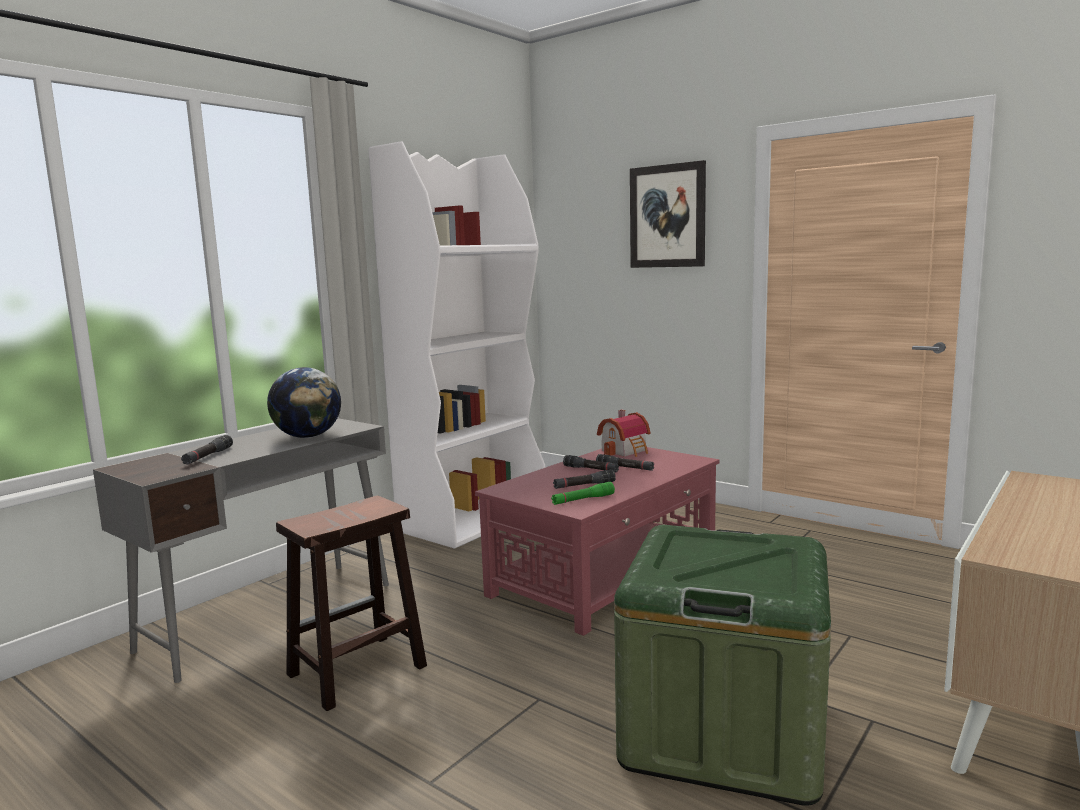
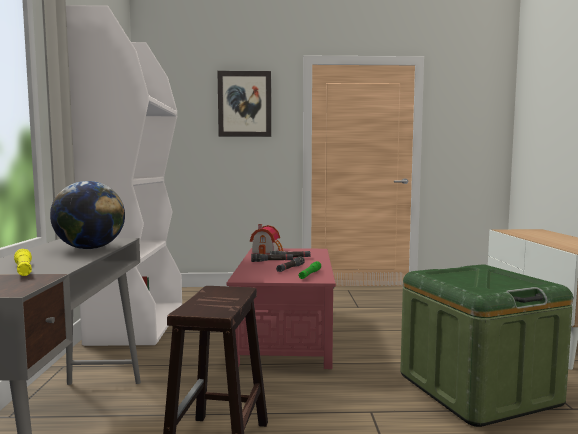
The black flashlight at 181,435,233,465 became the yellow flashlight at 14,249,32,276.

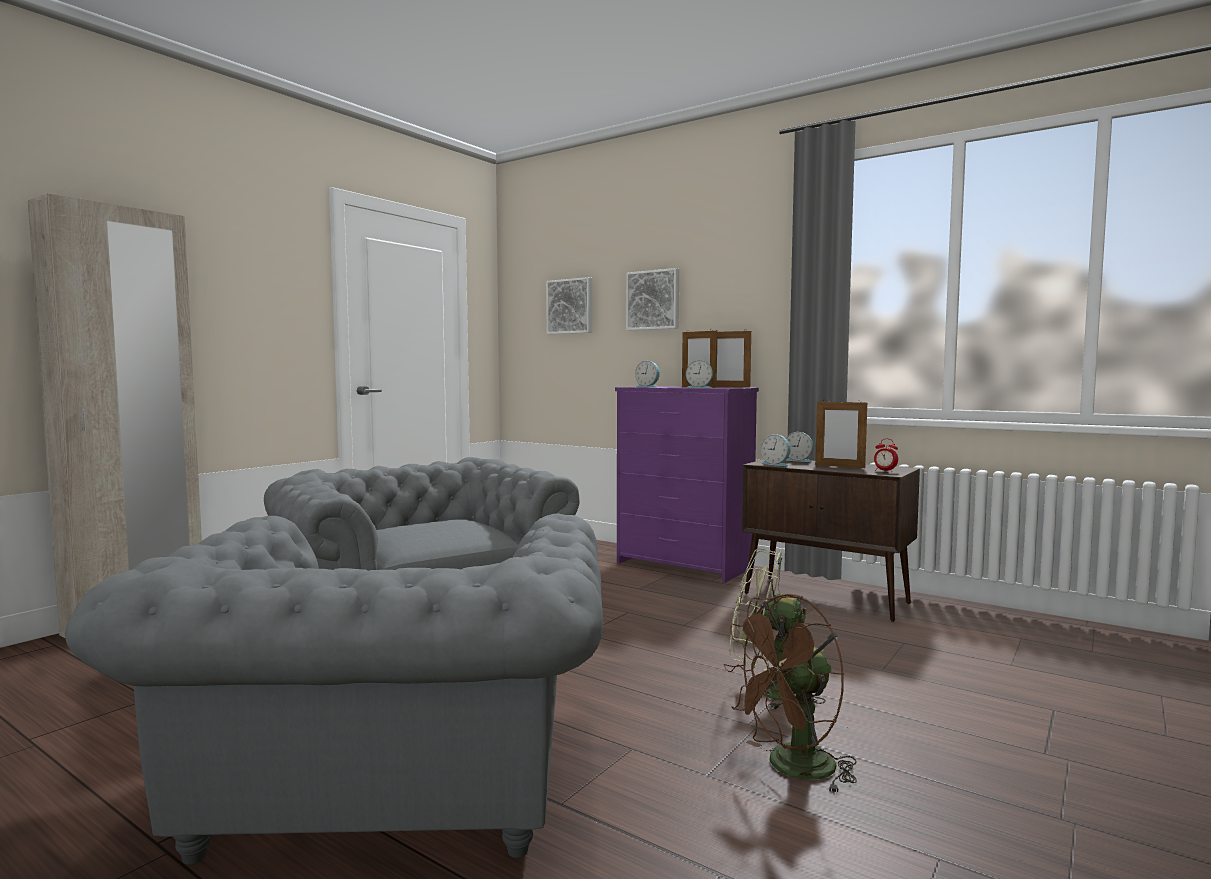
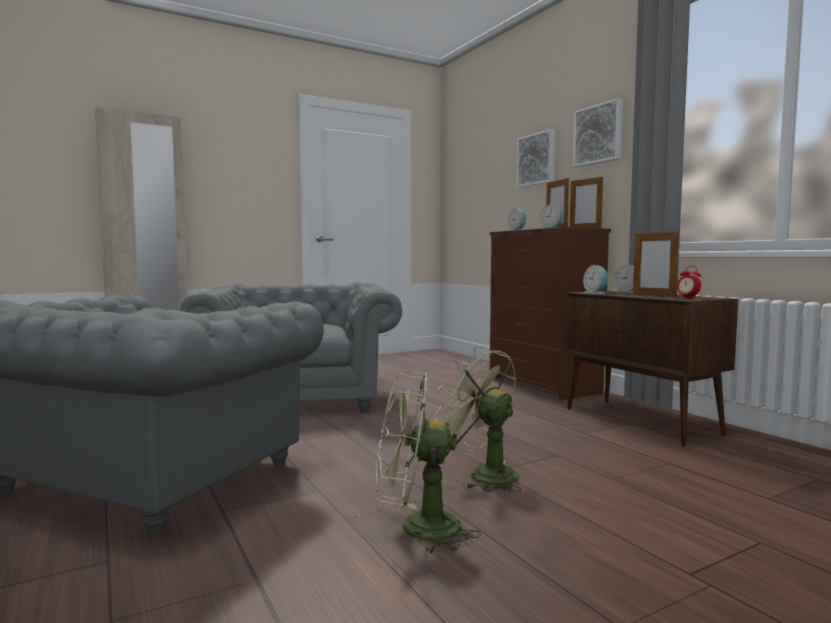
The picture moved from 546,277,592,334 to 573,98,623,167. The purple dresser at 615,386,759,583 became the brown dresser at 490,227,611,400. The brown fan at 724,594,857,795 became the green fan at 376,370,481,554.

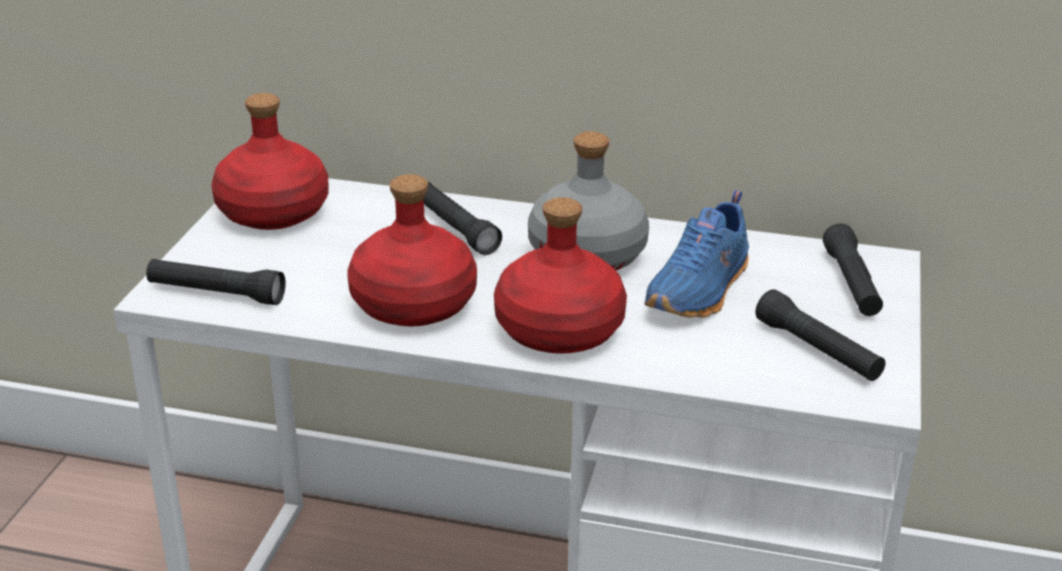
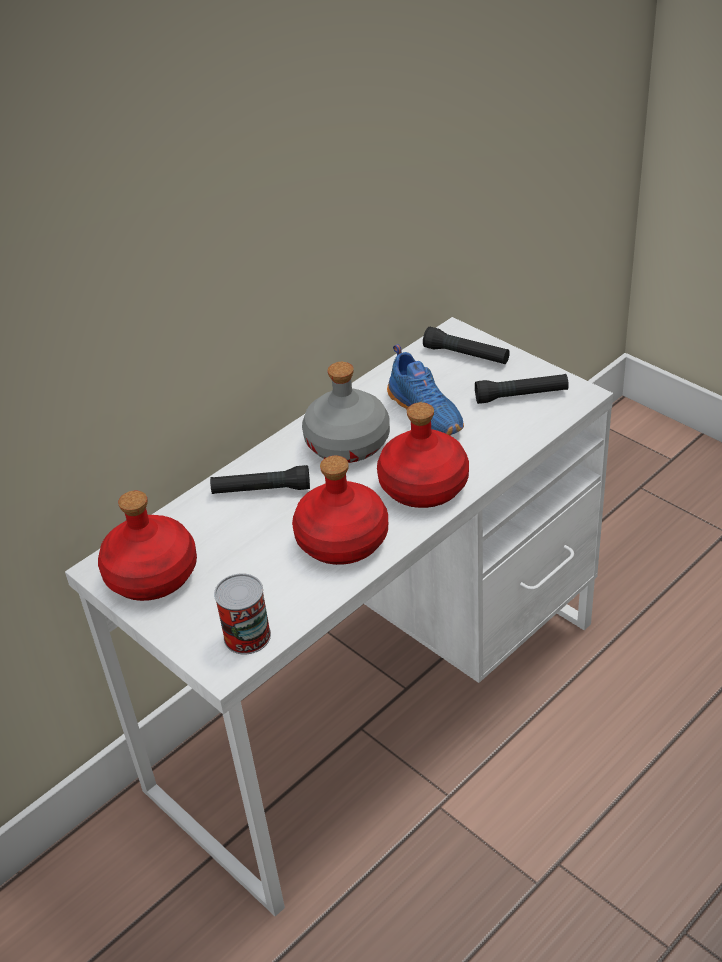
The black flashlight at 146,259,286,305 was replaced by the can at 214,573,271,655.

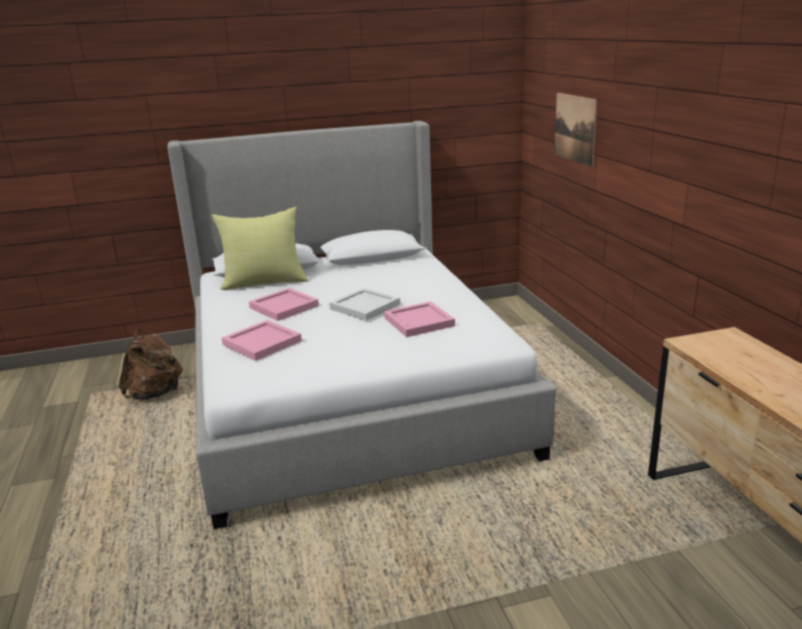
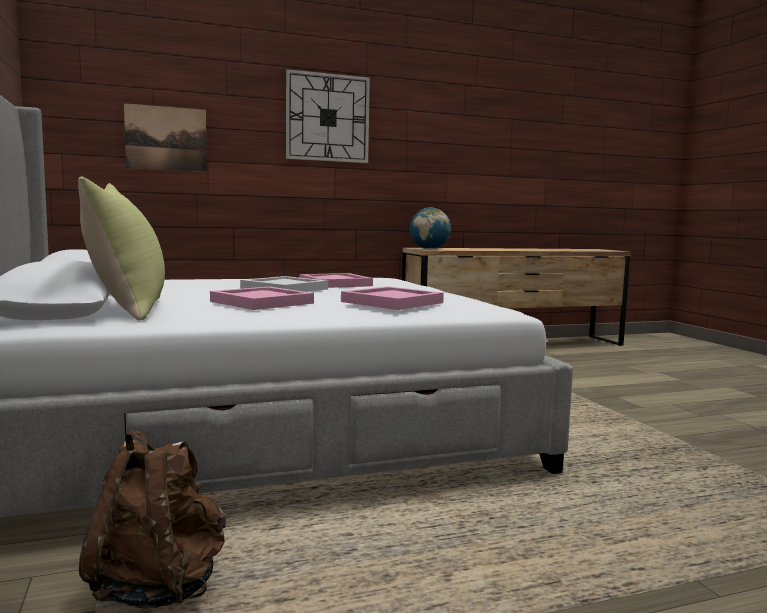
The wall clock at 286,69,370,163 appeared. The globe at 410,208,451,249 appeared.

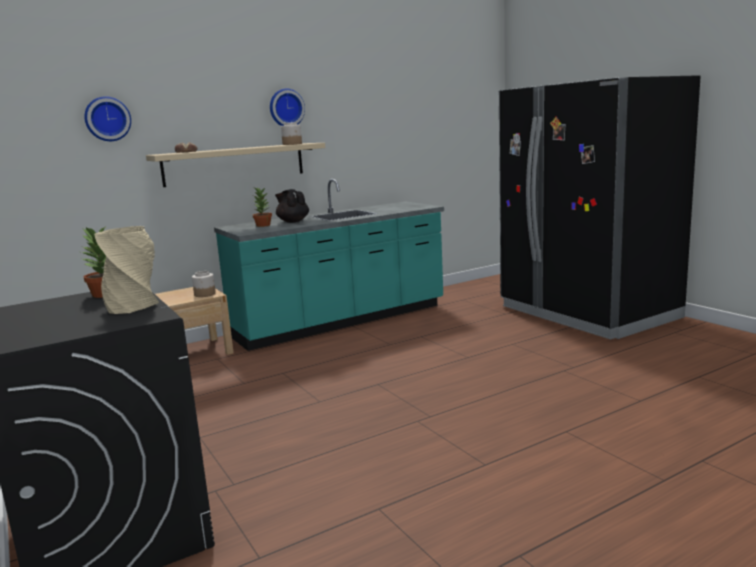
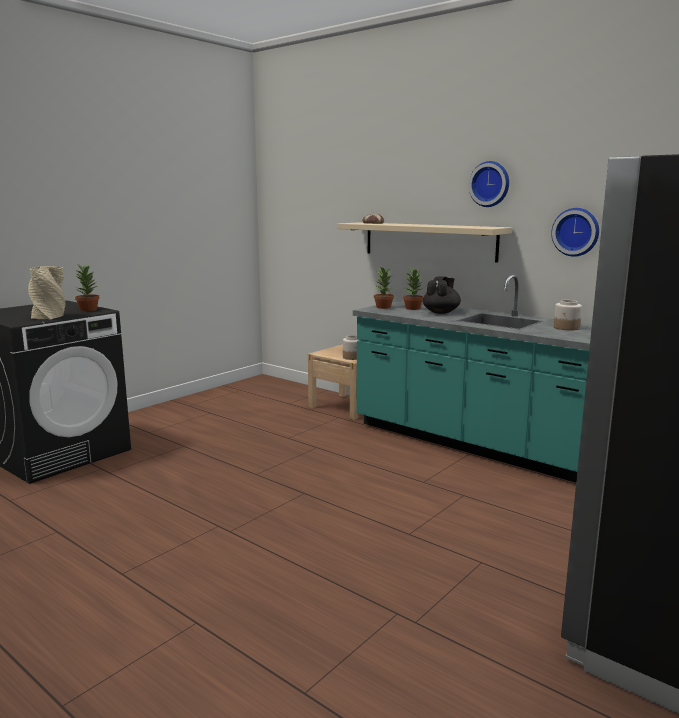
The wall clock moved from 84,96,131,141 to 551,208,599,257. The jar moved from 281,122,302,145 to 554,300,582,330. The potted plant at 374,267,394,309 appeared.

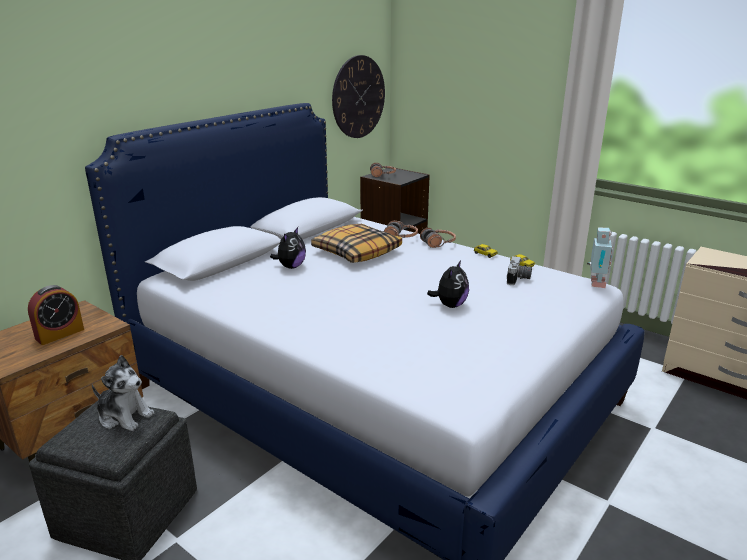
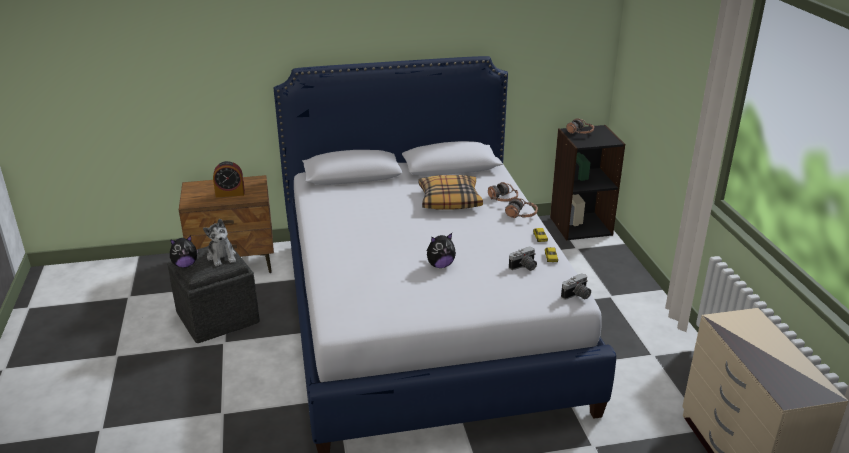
The plush toy moved from 270,227,306,269 to 170,236,198,268. The wall clock at 332,55,385,138 disappeared. The toy robot at 587,227,613,288 was replaced by the photo camera at 561,273,591,300.

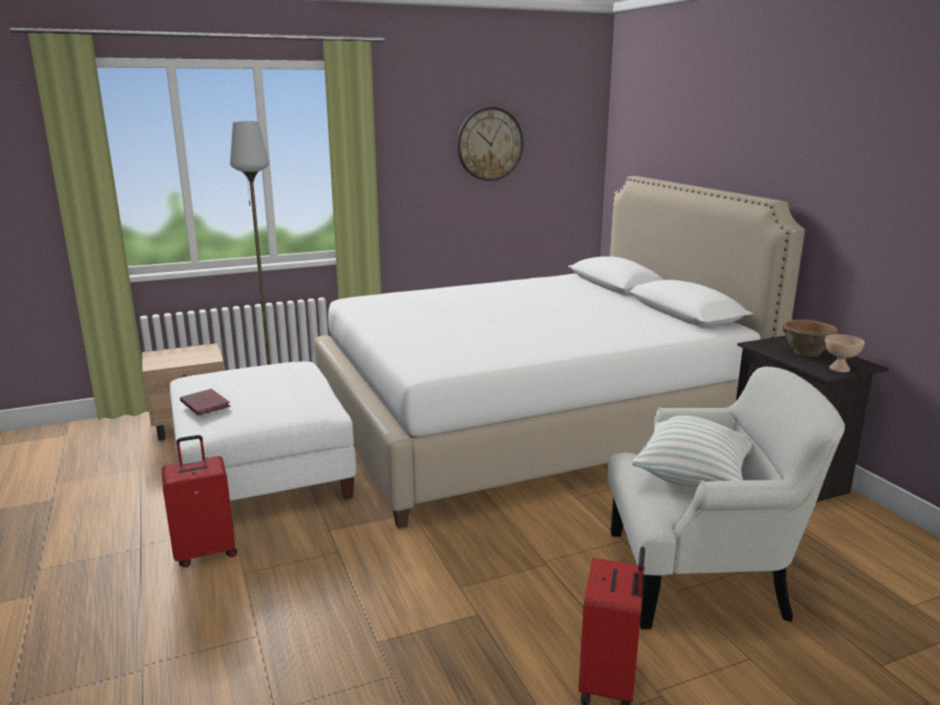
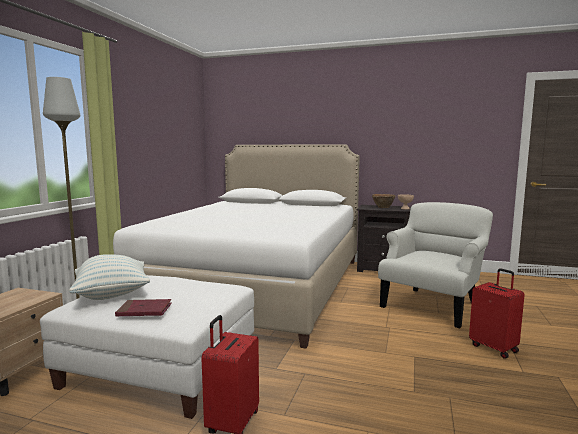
The wall clock at 457,107,523,181 disappeared. The pillow moved from 632,416,752,487 to 69,254,150,300.

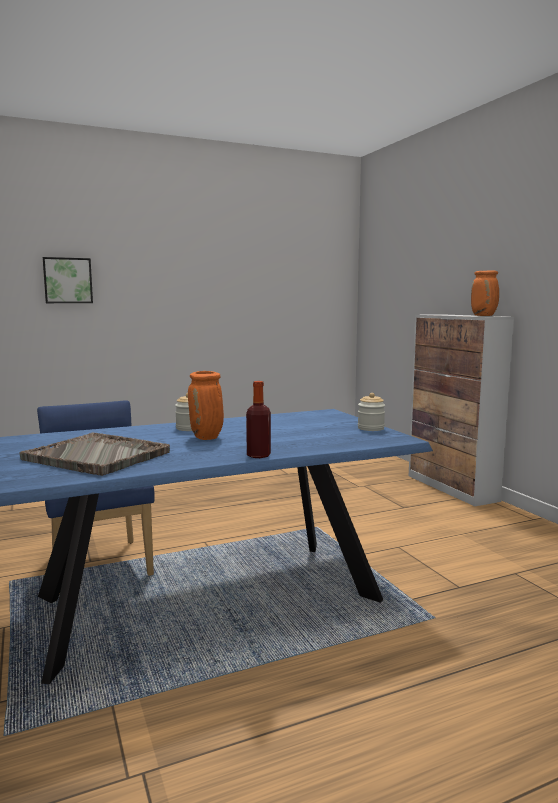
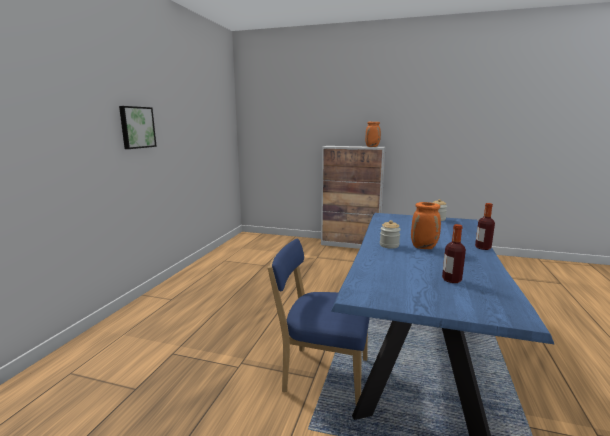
The grey tray at 19,433,170,476 was replaced by the bottle at 442,224,466,283. The picture moved from 43,257,93,303 to 119,106,157,149.

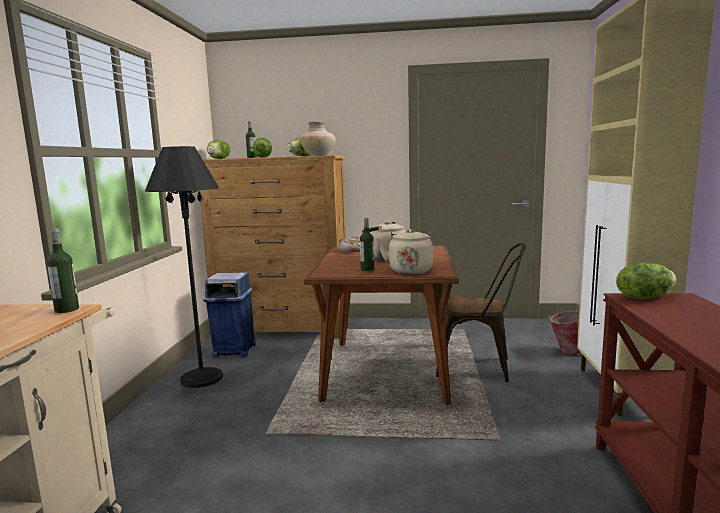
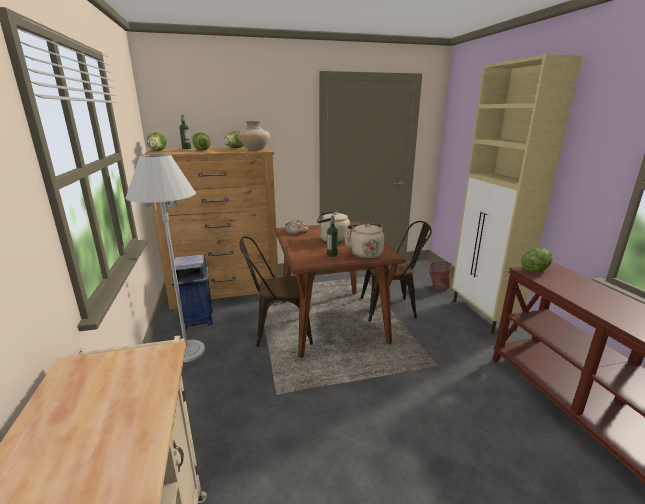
The bottle at 47,228,79,313 disappeared. The black floor lamp at 145,146,223,388 became the white floor lamp at 126,154,205,363. The brown chair at 240,236,313,347 appeared.

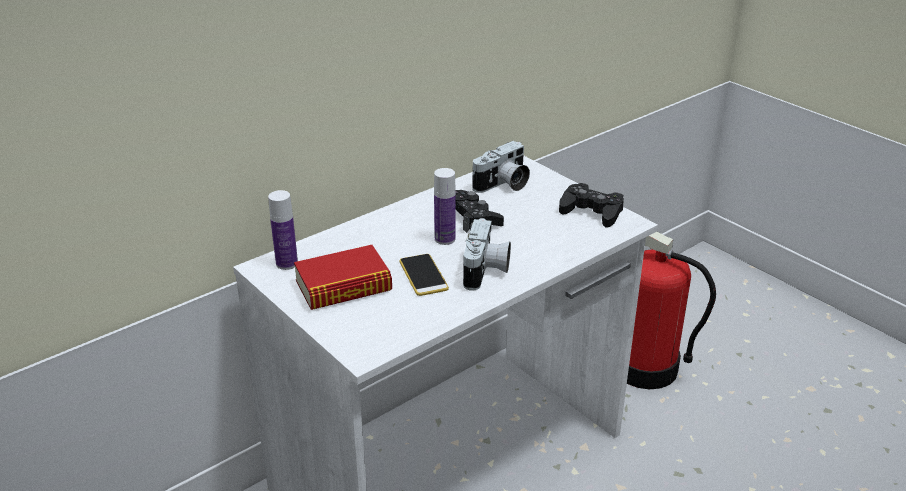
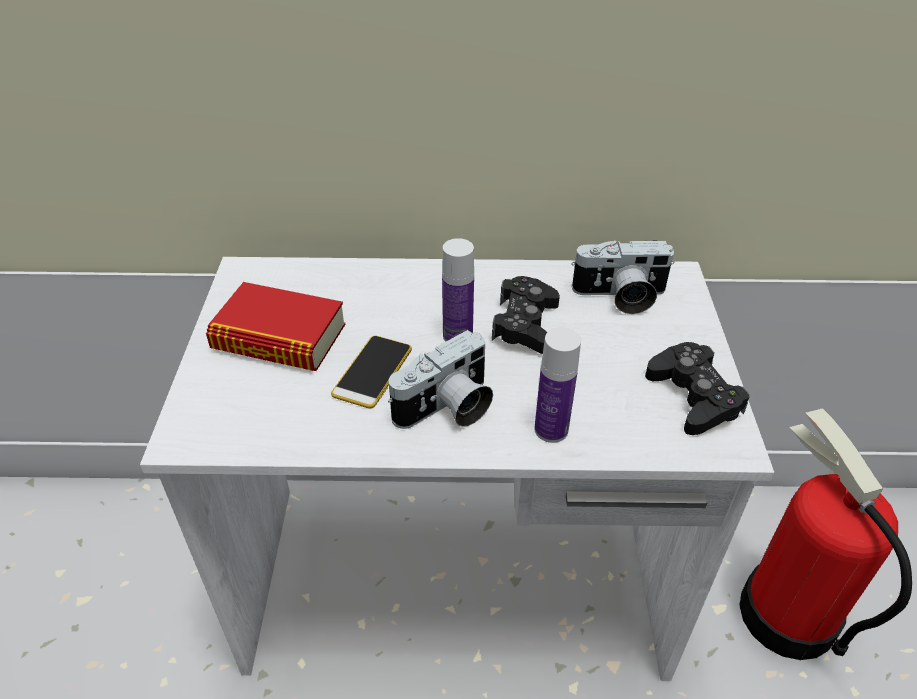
The bottle moved from 268,190,298,270 to 535,327,581,443.

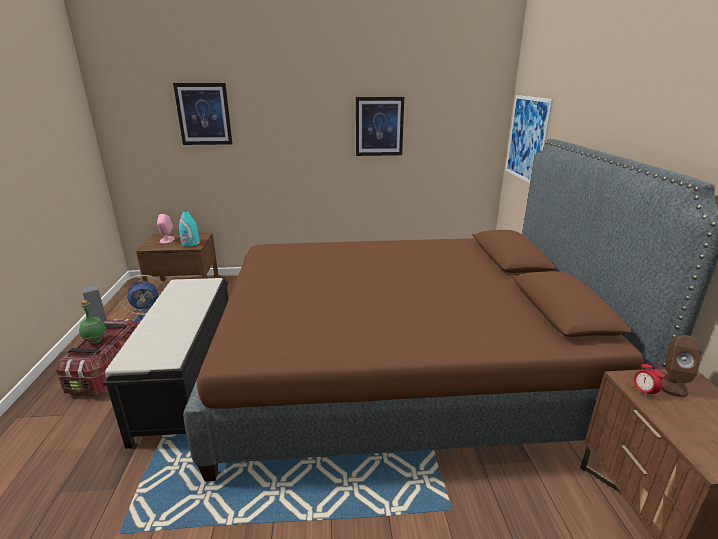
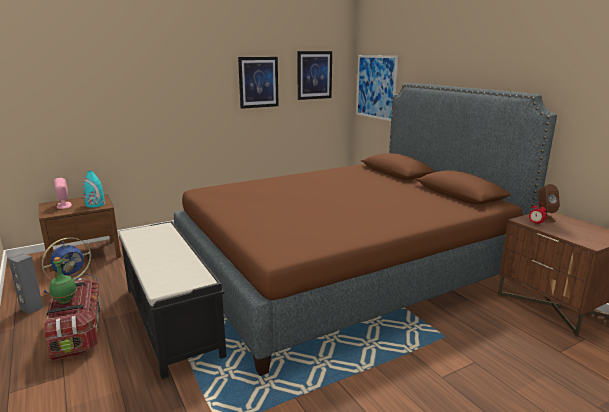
The picture moved from 173,83,232,145 to 297,51,332,100.

